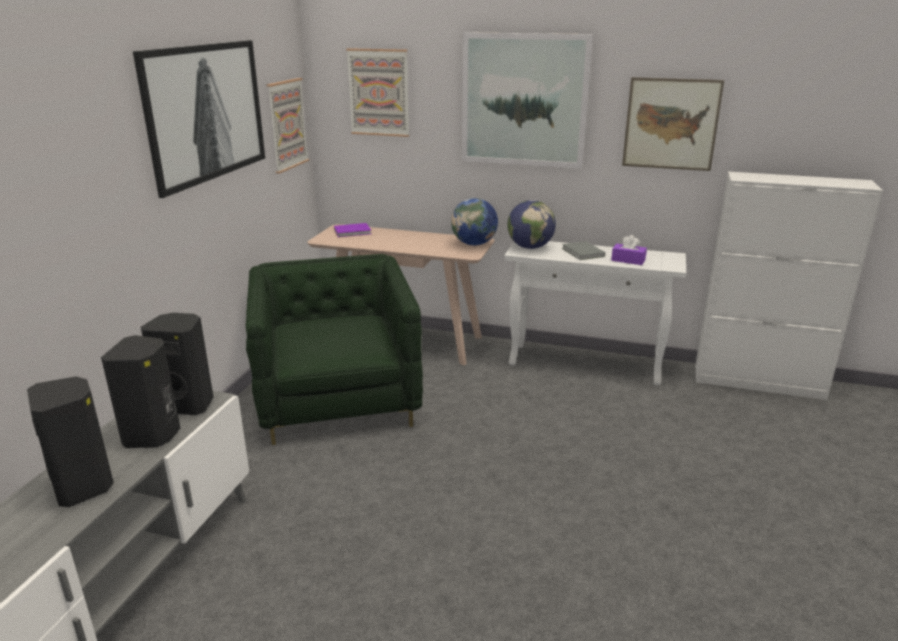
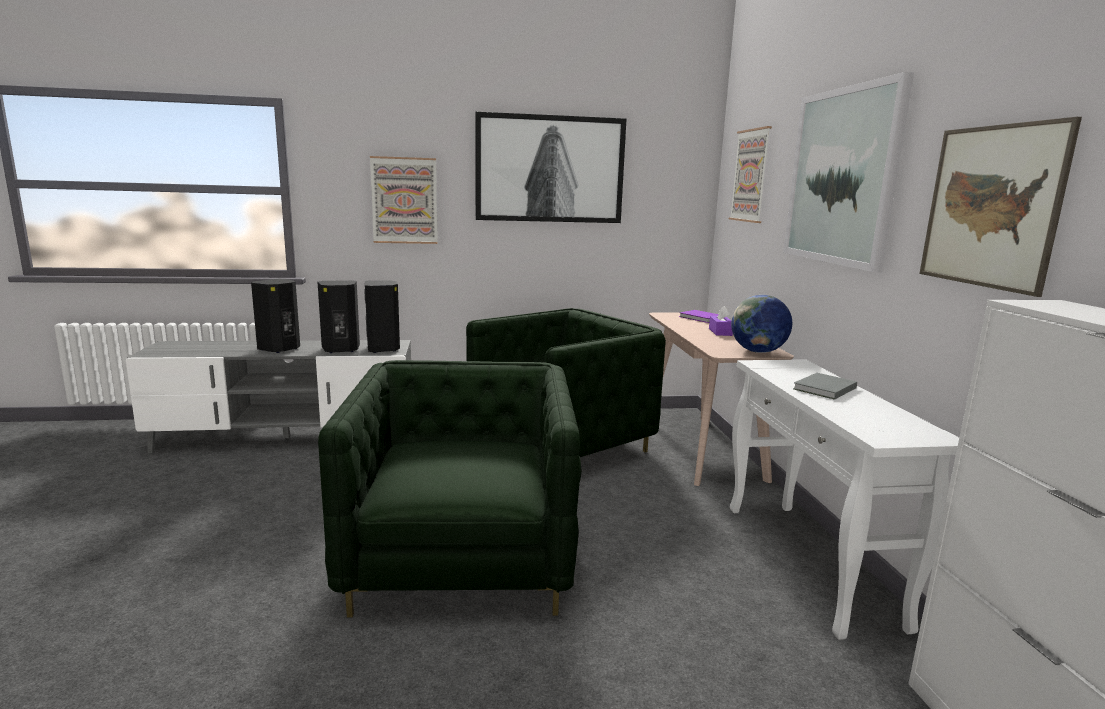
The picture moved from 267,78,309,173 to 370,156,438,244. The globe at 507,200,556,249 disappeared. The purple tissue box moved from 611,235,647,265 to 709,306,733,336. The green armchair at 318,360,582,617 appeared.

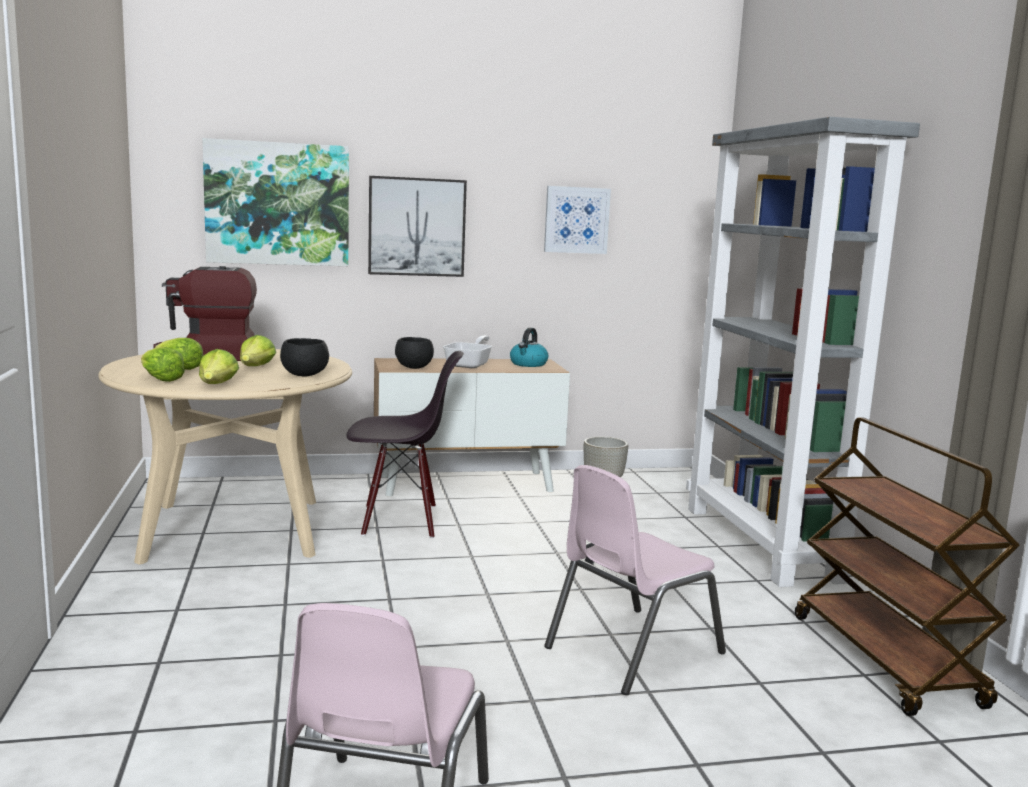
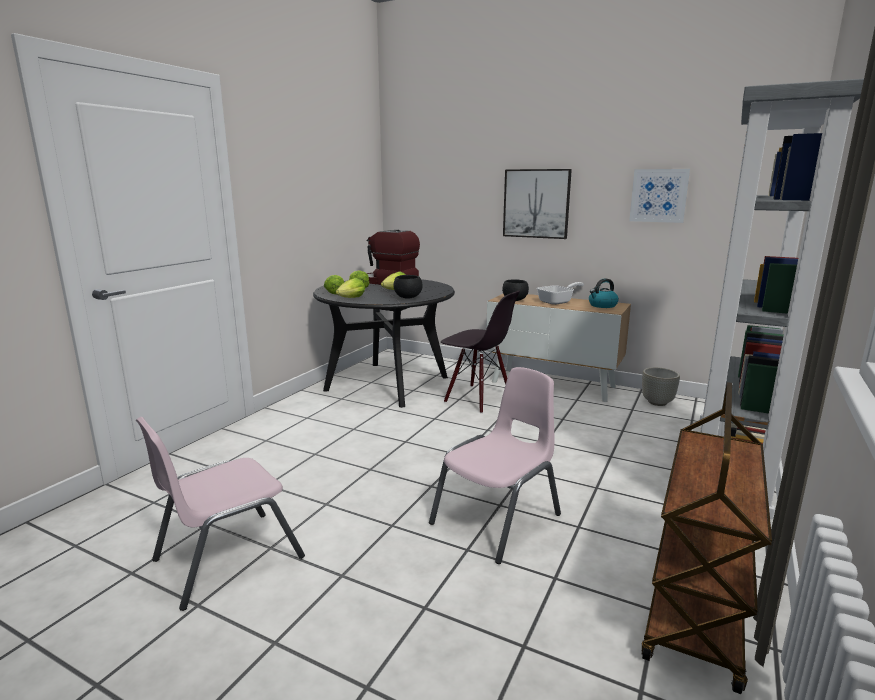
The beige dining table at 98,349,352,565 became the black dining table at 313,279,455,408. The picture at 202,138,349,266 disappeared. The pink chair at 544,465,726,695 turned 135 degrees clockwise.

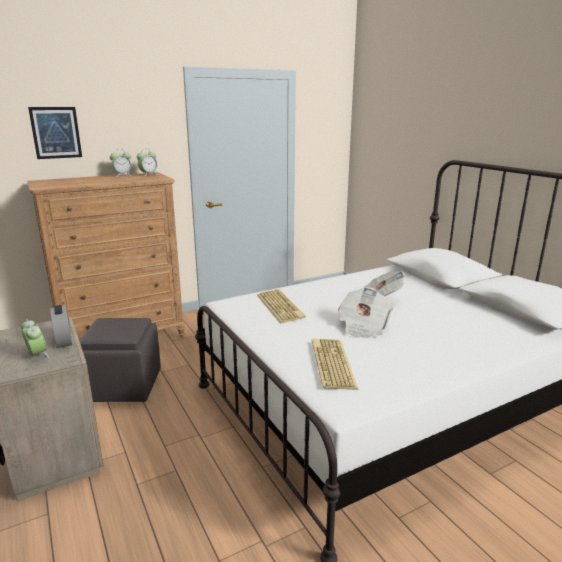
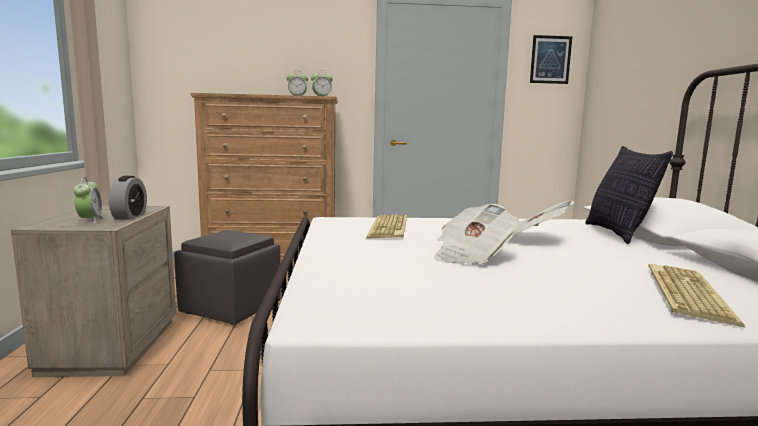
The picture moved from 28,107,82,159 to 530,35,572,84. The keyboard moved from 312,339,358,390 to 648,264,745,328. The pillow at 585,146,673,244 appeared.

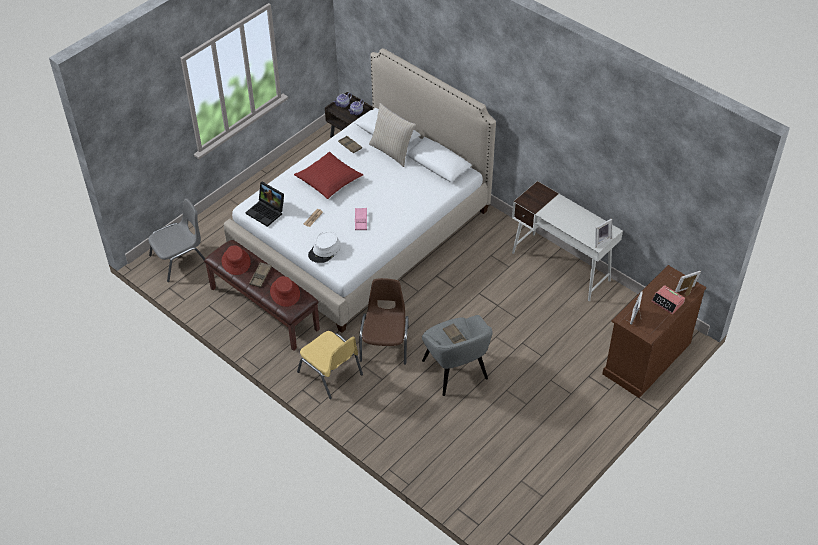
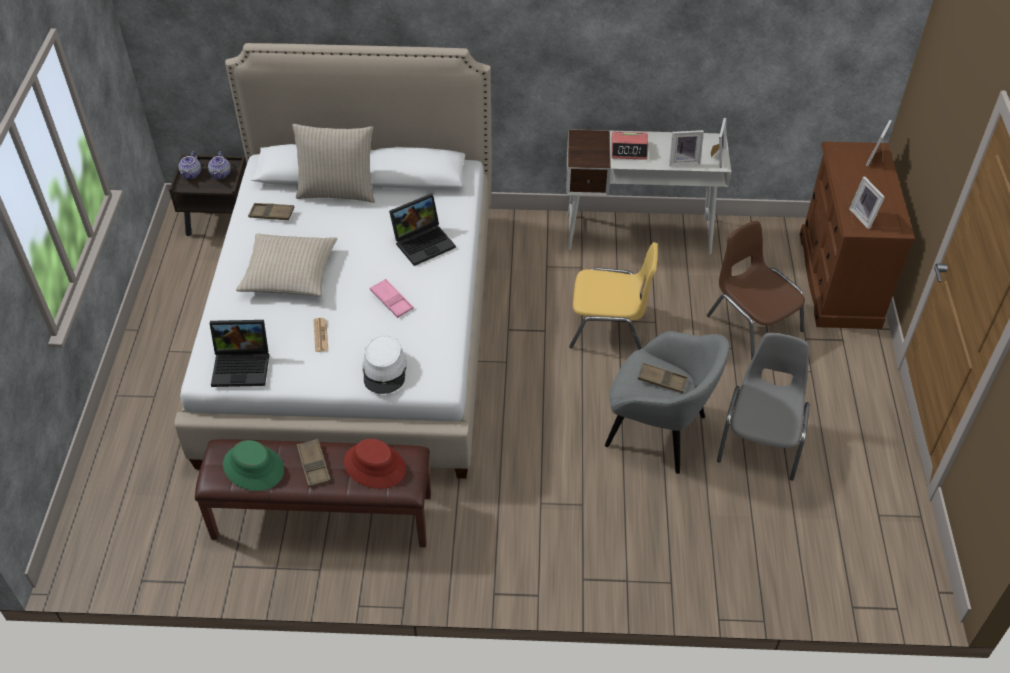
The grey chair moved from 148,198,205,282 to 717,333,810,481. The red hat at 222,245,251,275 became the green hat at 223,440,284,491. The red pillow at 294,152,363,199 became the beige pillow at 236,233,337,297. The yellow chair moved from 297,331,363,399 to 569,242,658,350. The brown chair moved from 359,278,409,365 to 707,221,805,360. The alarm clock moved from 651,285,685,314 to 611,132,648,160. The laptop at 389,194,456,266 appeared. The picture frame at 669,130,704,166 appeared.

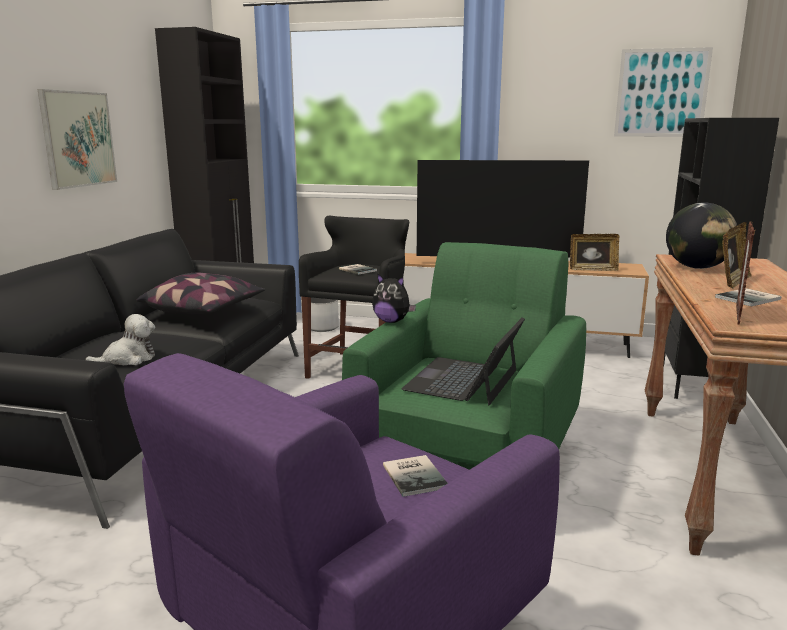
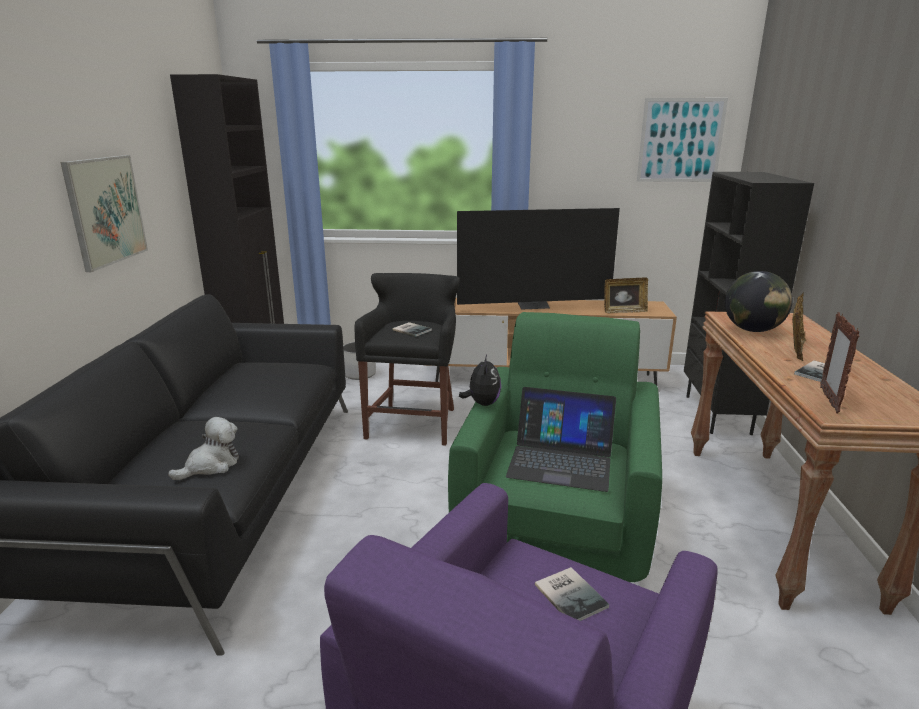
The pillow at 137,273,265,314 disappeared. The plush toy at 372,273,416,323 turned 105 degrees counterclockwise. The laptop at 402,317,525,405 turned 90 degrees counterclockwise.

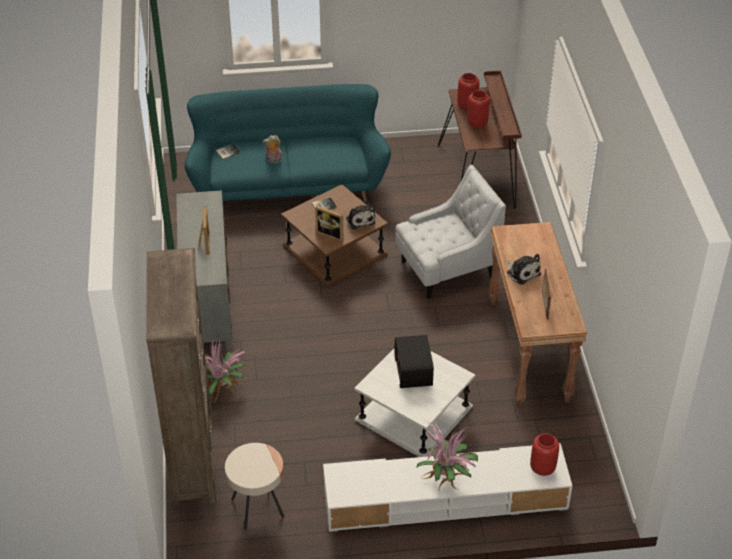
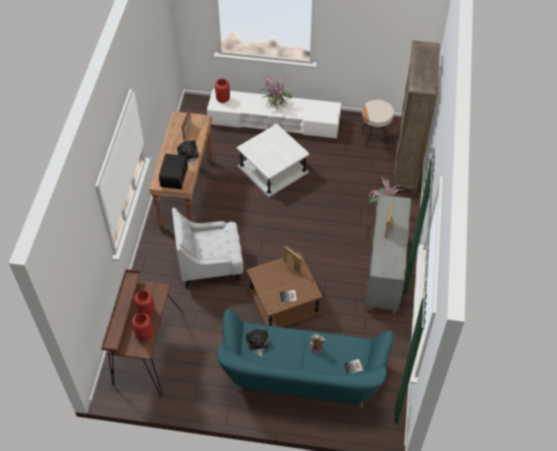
The plush toy moved from 346,205,375,230 to 246,329,269,358. The radio moved from 395,335,434,388 to 159,154,188,189.

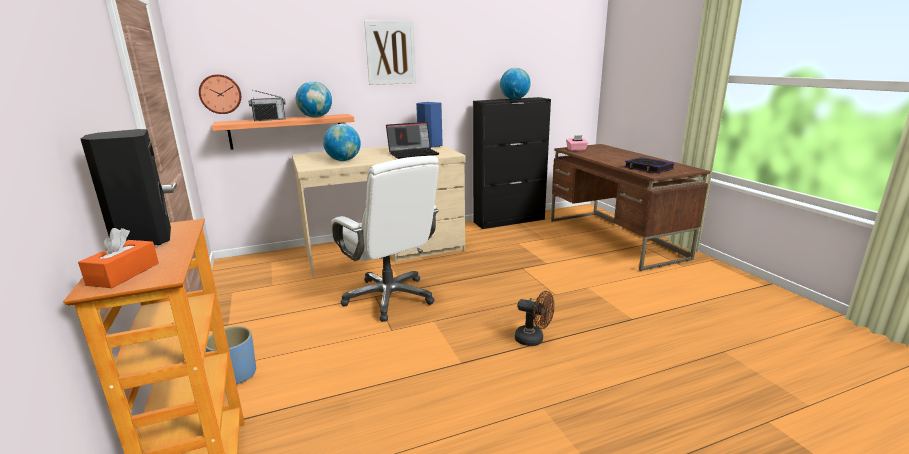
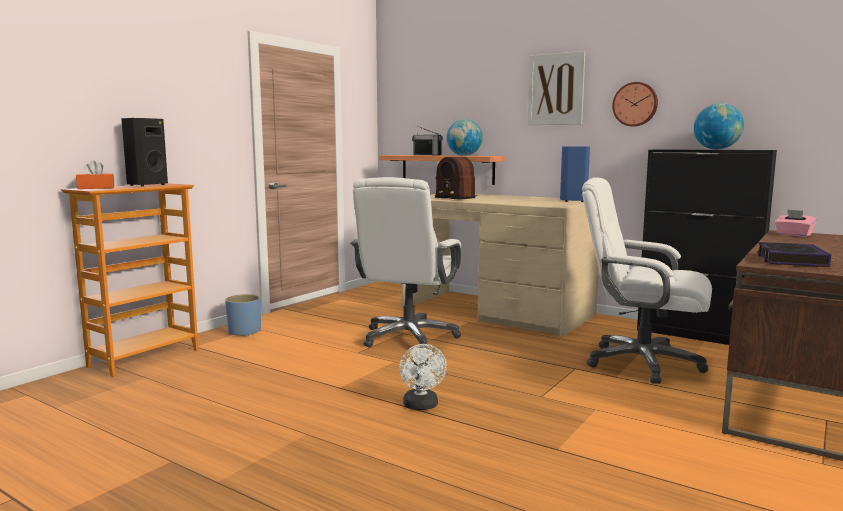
The wall clock moved from 199,74,241,114 to 612,82,658,127. The globe at 323,124,361,161 was replaced by the radio at 435,157,477,200. The laptop at 386,122,440,159 disappeared. The brown fan at 515,291,555,346 became the white fan at 399,344,447,410. The white office chair at 582,177,712,384 appeared.

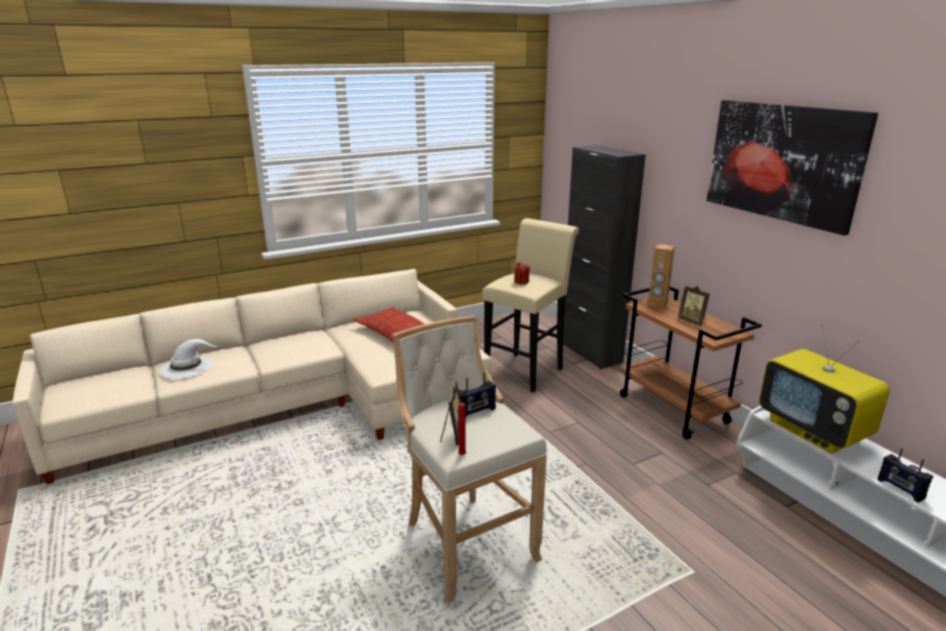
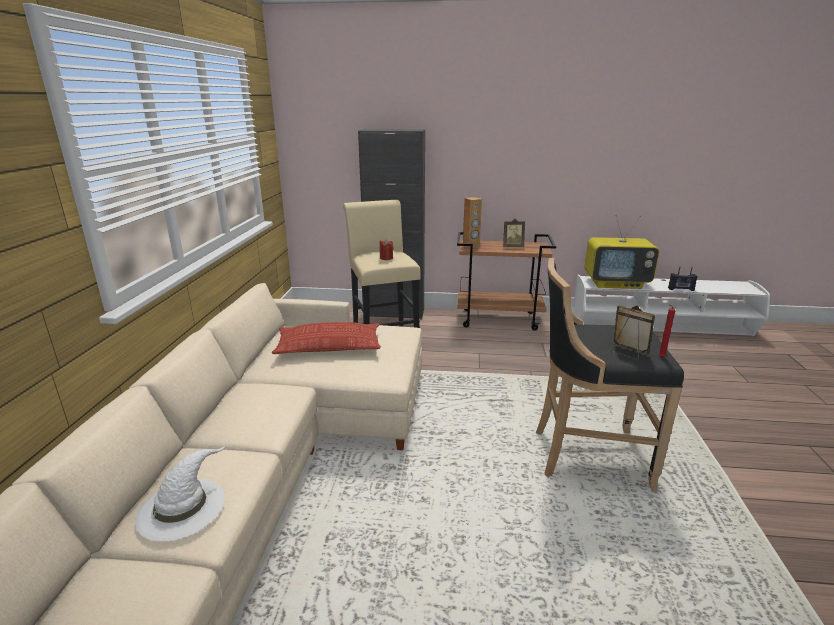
The beige stool at 392,316,547,604 became the black stool at 536,258,684,492. The radio at 459,372,496,419 disappeared. The picture at 706,100,878,236 disappeared.

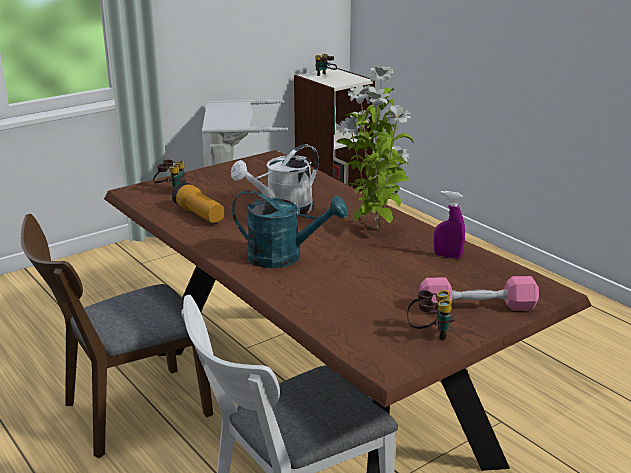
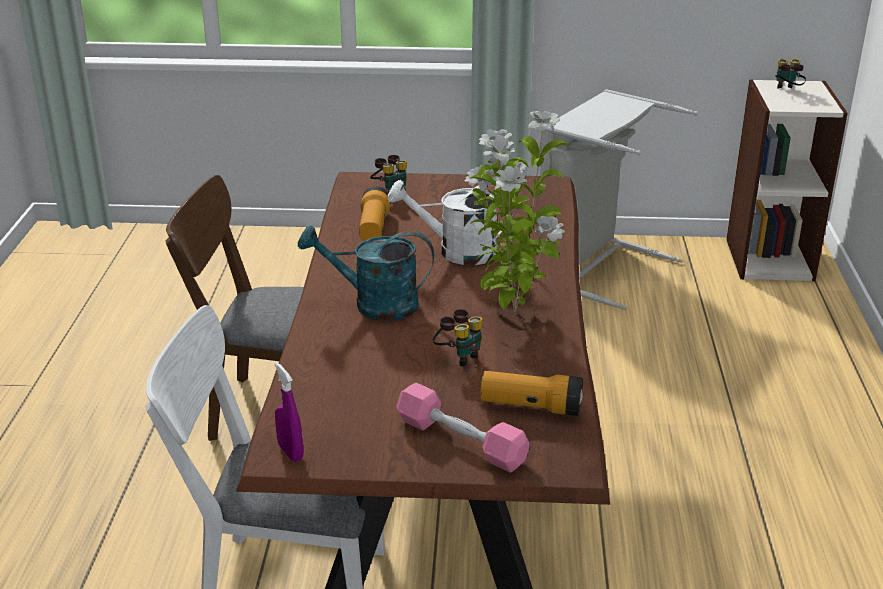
The turquoise watering can at 232,190,347,268 turned 135 degrees clockwise. The binoculars moved from 407,290,455,340 to 433,309,482,367. The purple spray bottle moved from 433,191,465,258 to 275,362,304,462. The flashlight at 480,371,583,416 appeared.

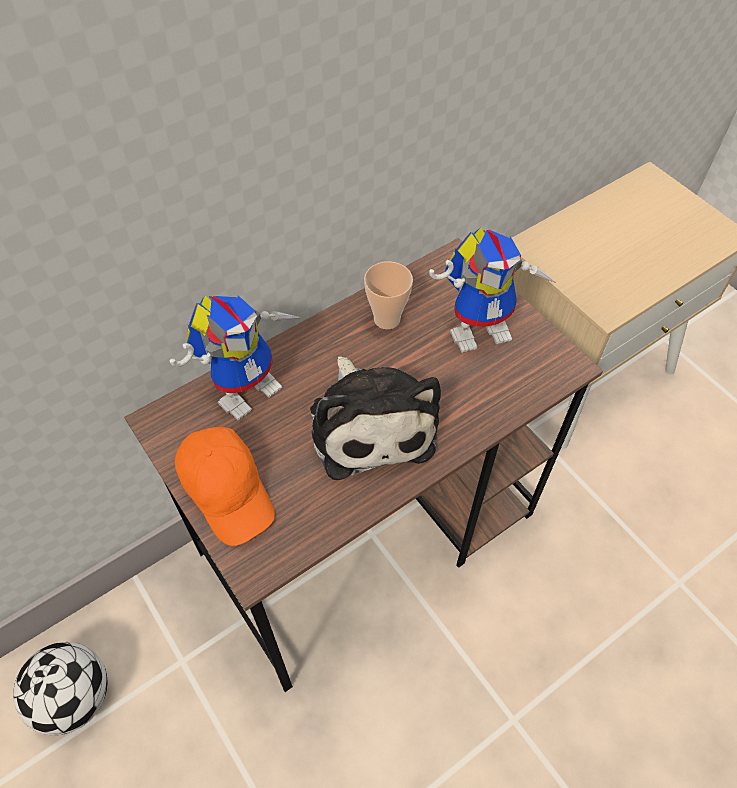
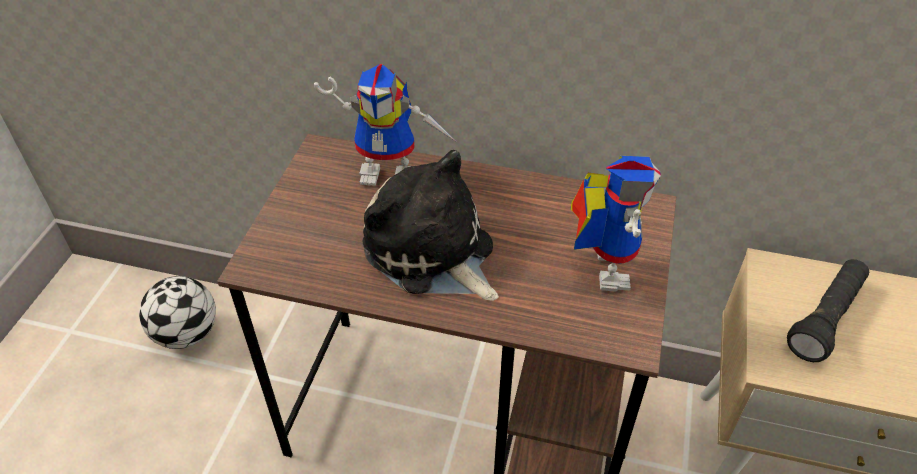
The orange cap at 175,427,275,546 disappeared. The plush toy at 310,356,441,480 turned 105 degrees clockwise. The cup at 364,261,413,329 disappeared. The toy robot at 429,227,556,353 turned 120 degrees counterclockwise. The black flashlight at 787,259,869,362 appeared.

